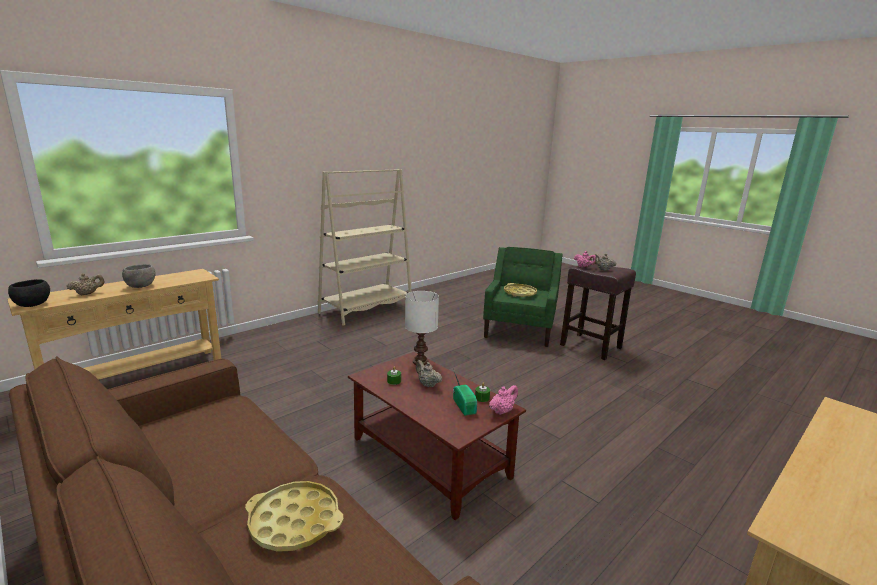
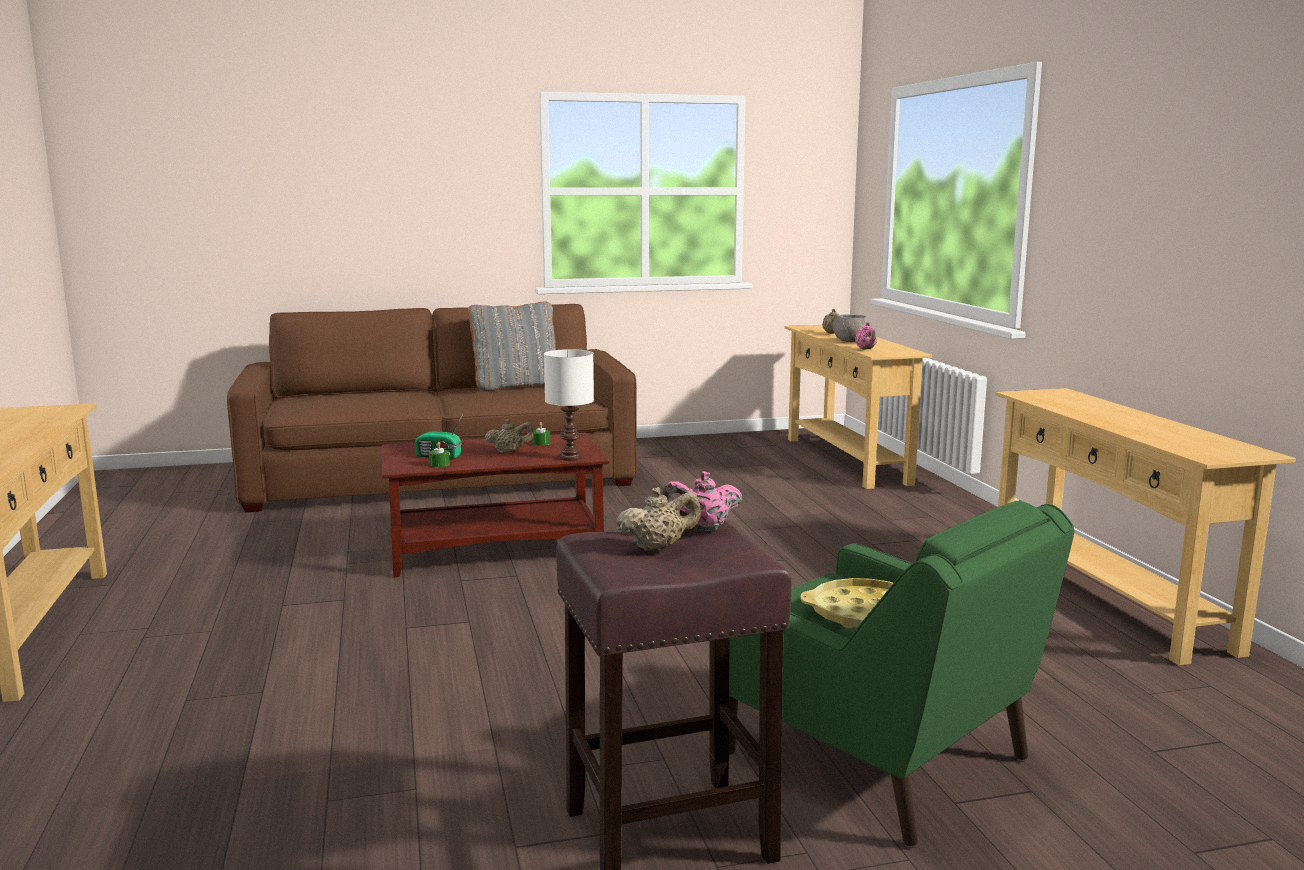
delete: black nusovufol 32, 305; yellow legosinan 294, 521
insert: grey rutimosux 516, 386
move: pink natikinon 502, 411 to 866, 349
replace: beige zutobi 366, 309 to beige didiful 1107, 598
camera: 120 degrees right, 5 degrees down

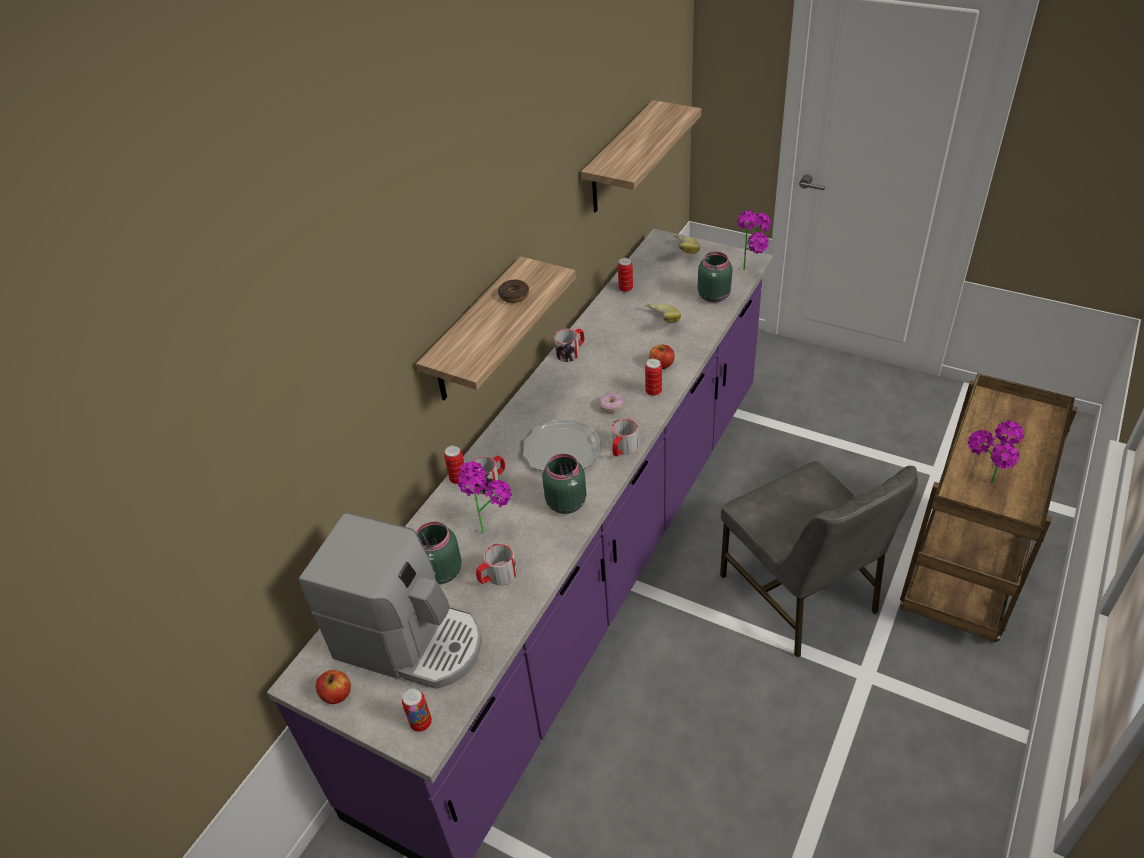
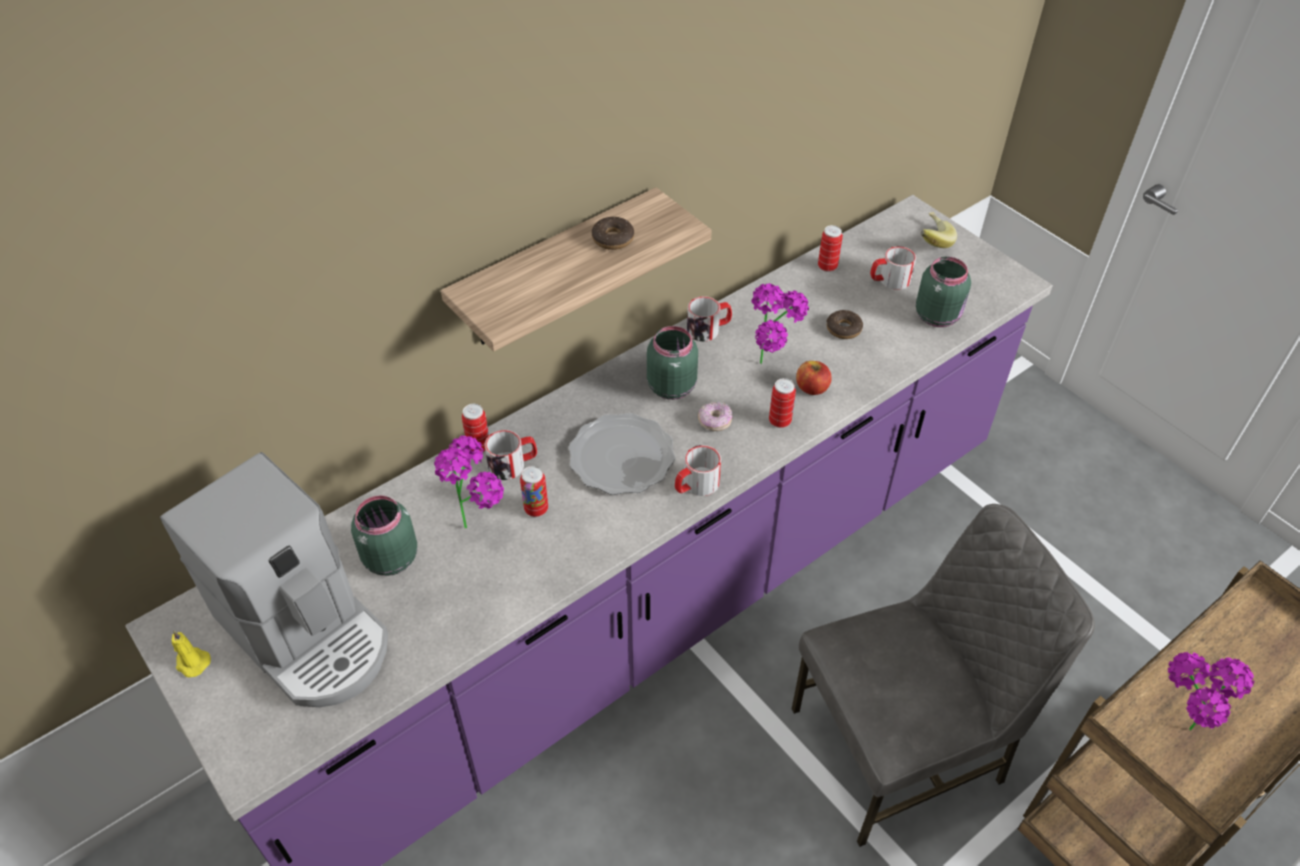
delete: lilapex 619, 159
move: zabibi 752, 270 to 772, 367; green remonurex 566, 502 to 672, 386; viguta 497, 576 to 889, 280; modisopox 421, 723 to 536, 509
replace: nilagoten 659, 323 to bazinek 843, 329; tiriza 336, 694 to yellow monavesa 192, 662
rotate: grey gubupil 800, 594 = 901, 747 105 degrees counterclockwise
camera: 20 degrees right, 5 degrees up

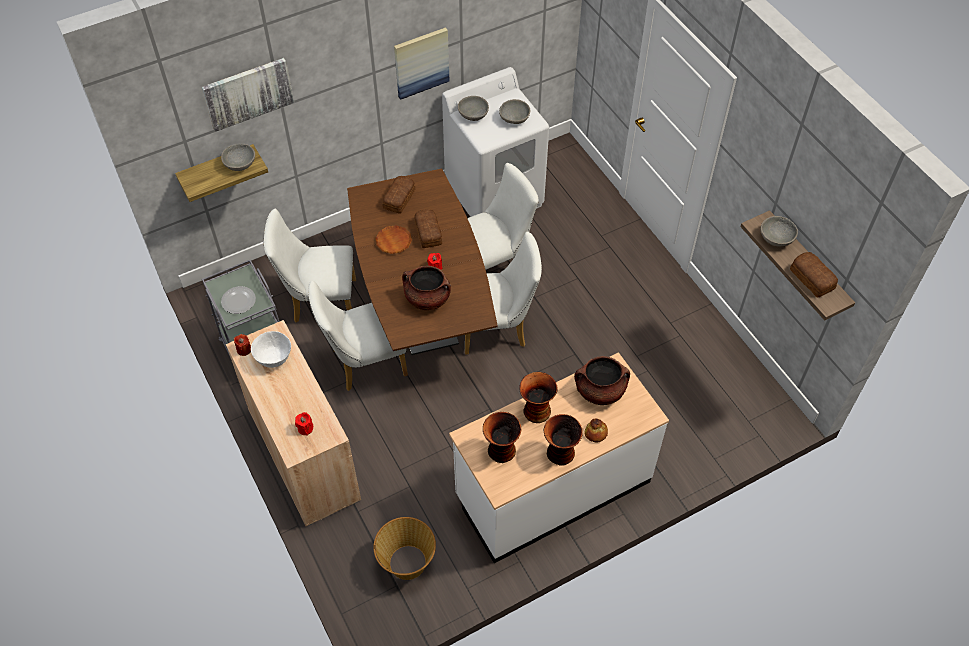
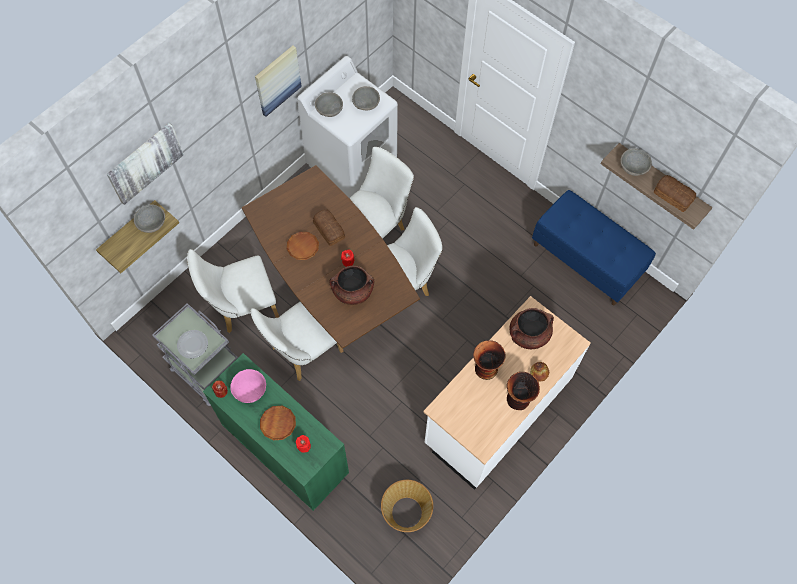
delete: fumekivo 400, 198; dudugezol 501, 451
insert: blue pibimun 587, 260; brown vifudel 278, 423
recolor: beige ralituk 304, 454 to green ralituk 285, 448; white nusovufol 274, 358 to pink nusovufol 251, 391
camera: 20 degrees left, 10 degrees up

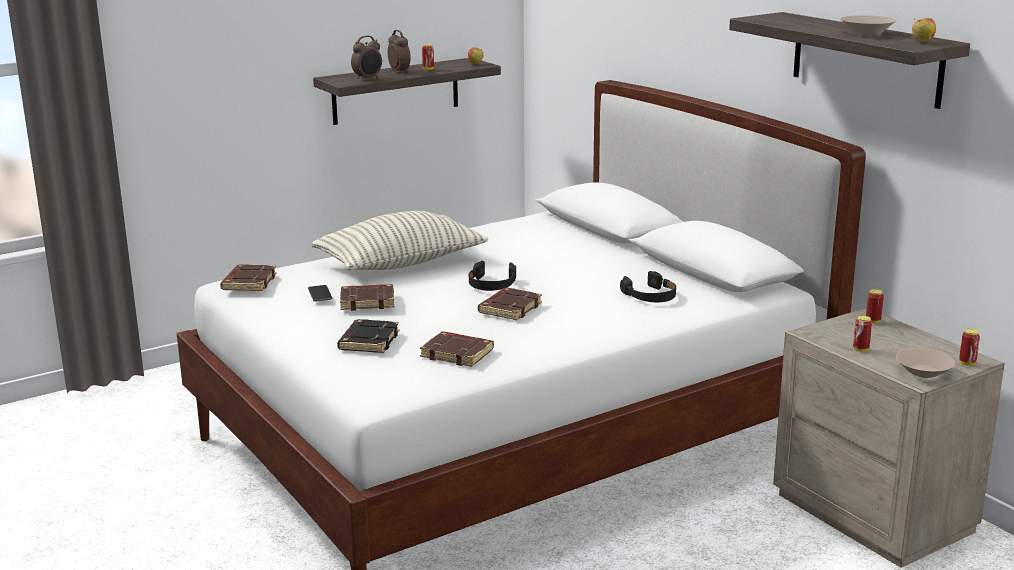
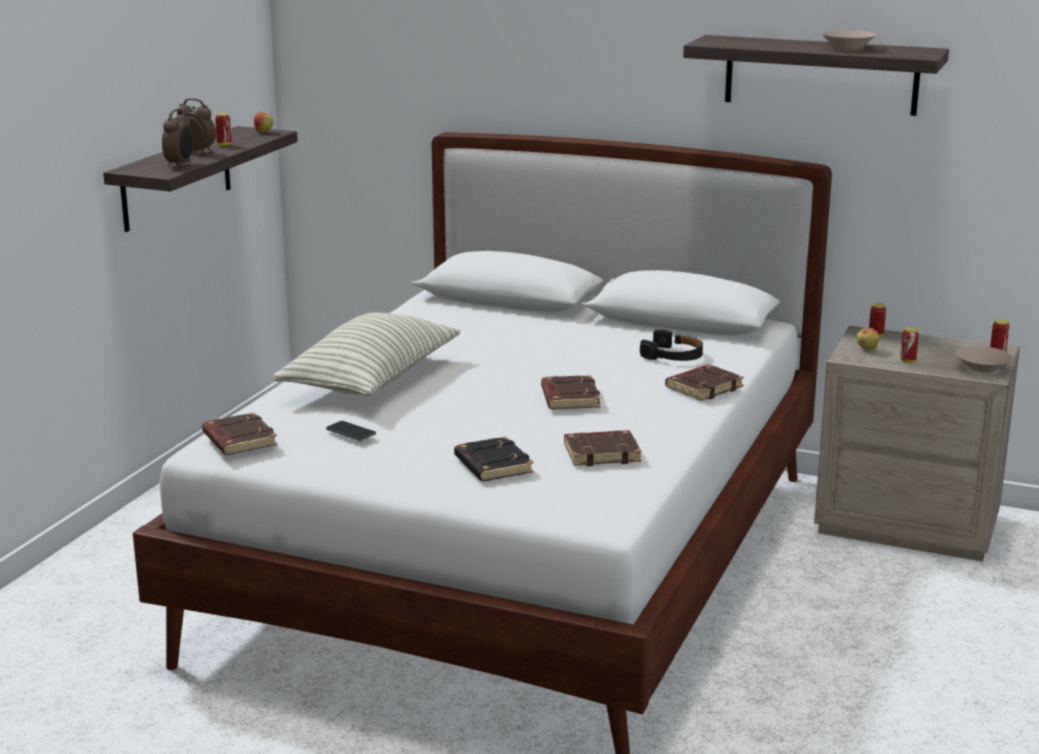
delete: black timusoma 491, 284
move: tiriza 922, 42 to 866, 350; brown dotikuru 368, 301 to 703, 388
camera: 35 degrees left, 0 degrees up

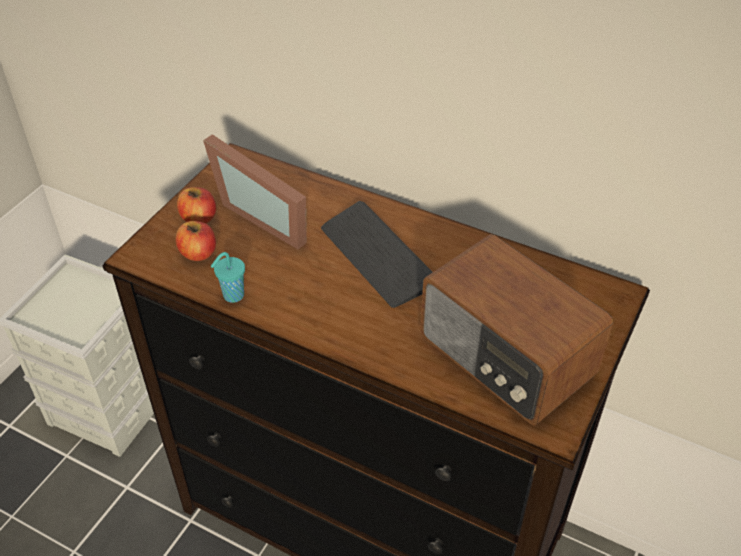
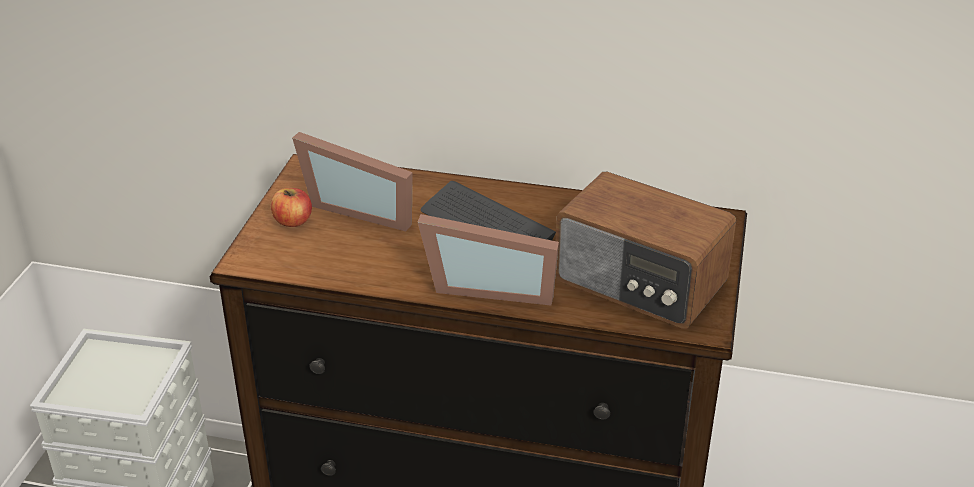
delete: tiriza 198, 253; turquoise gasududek 232, 296
insert: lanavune 490, 286
camera: 15 degrees left, 10 degrees down

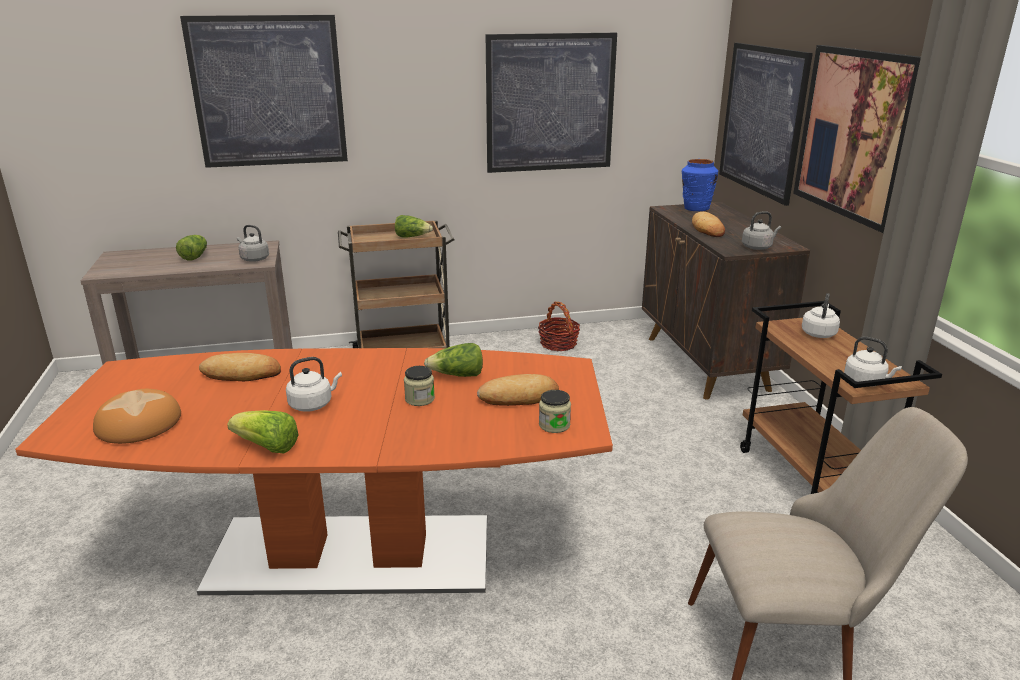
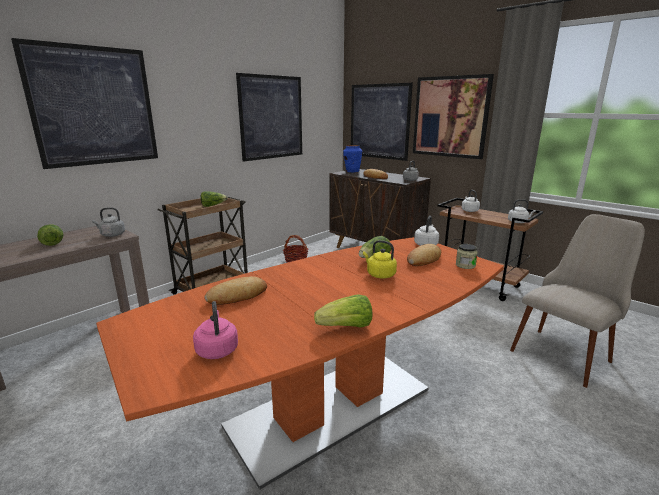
move: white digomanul 313, 404 to 426, 244
replace: remonurex 419, 399 to yellow digomanul 379, 274; fumekivo 139, 423 to pink digomanul 217, 349
camera: 35 degrees left, 5 degrees down

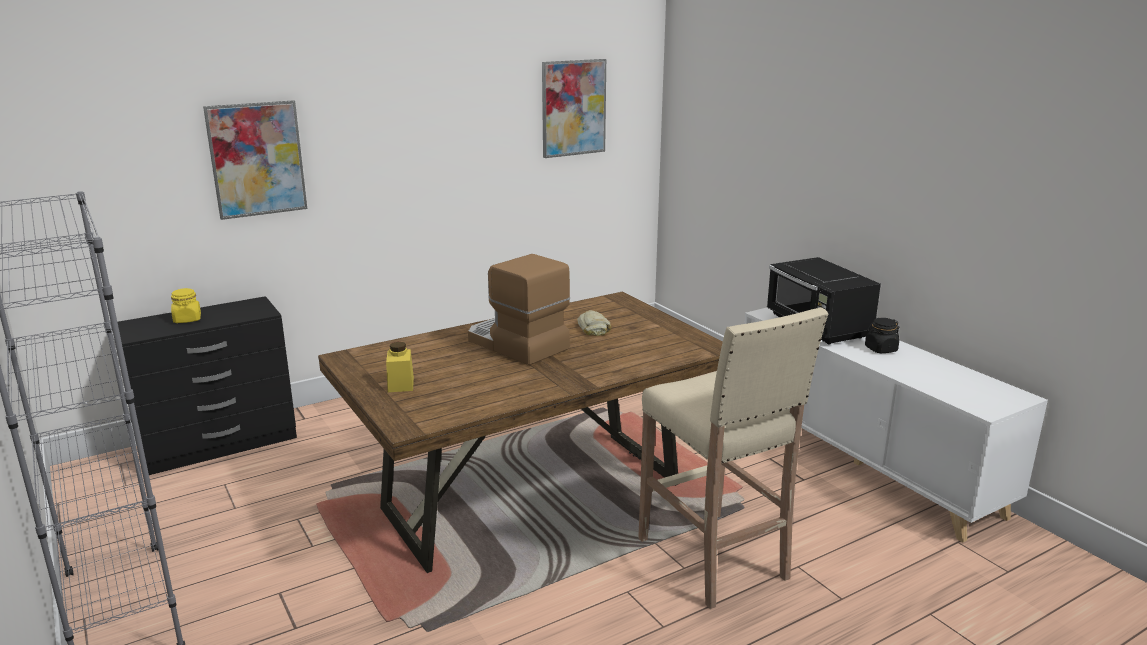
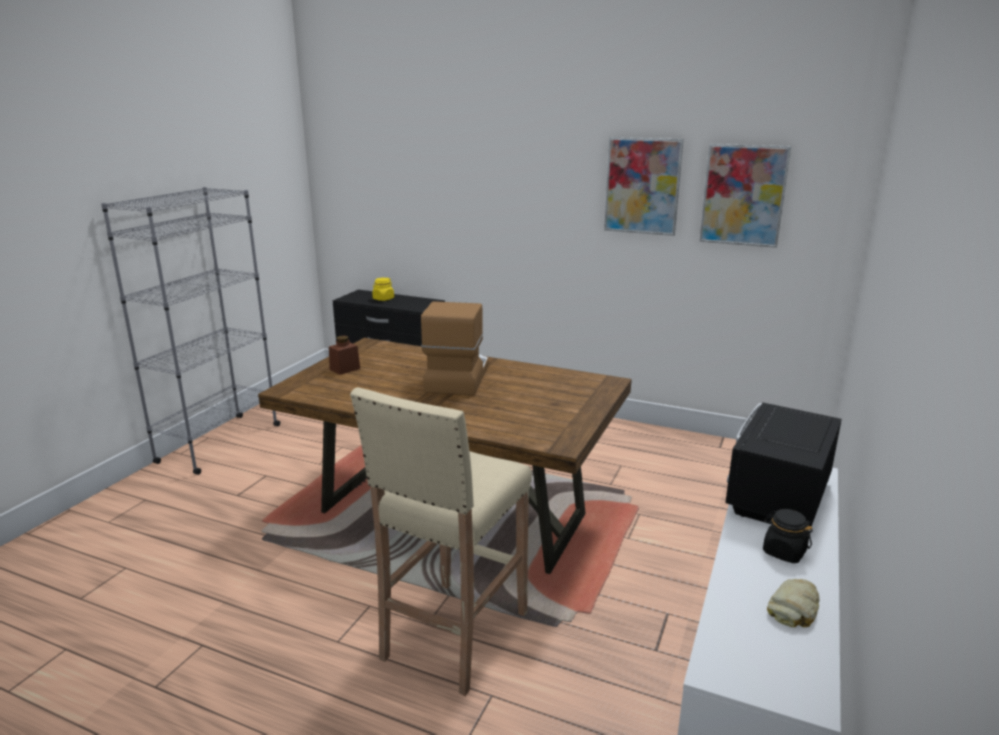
move: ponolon 257, 159 to 642, 186; fumekivo 593, 328 to 795, 608
recolor: yellow remonurex 400, 384 to brown remonurex 345, 369
camera: 55 degrees right, 0 degrees up

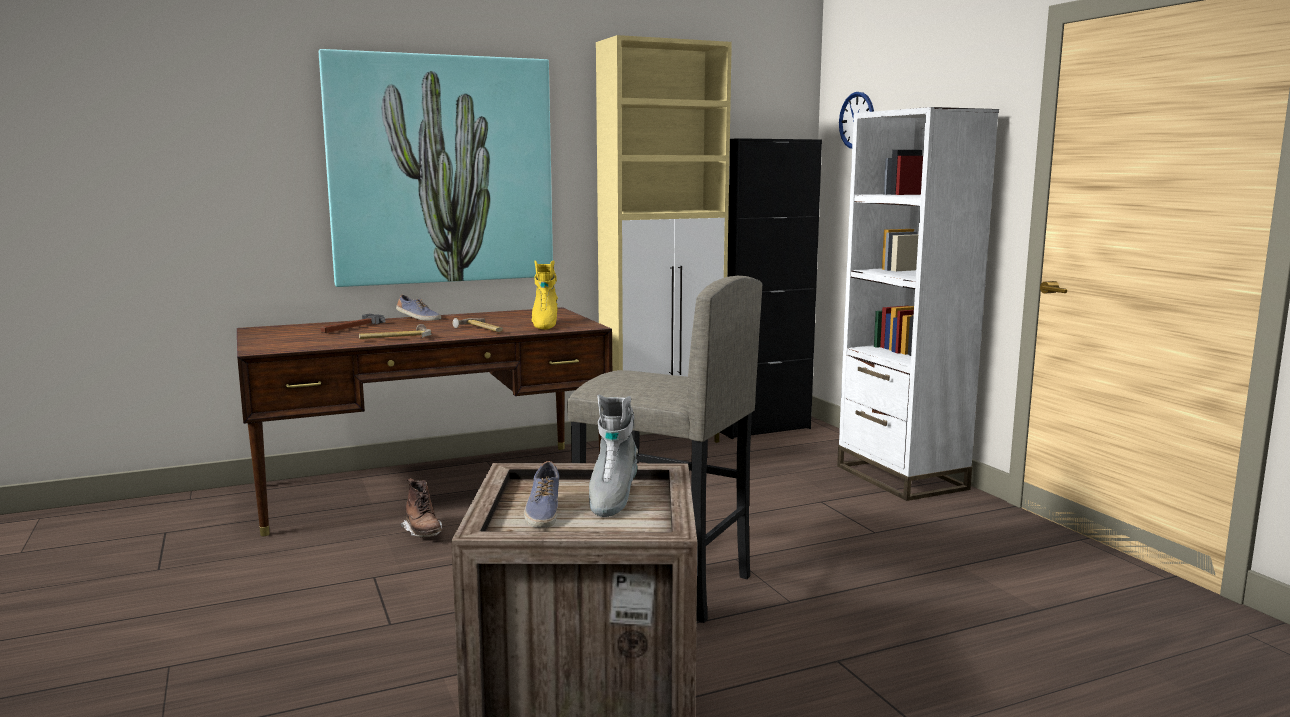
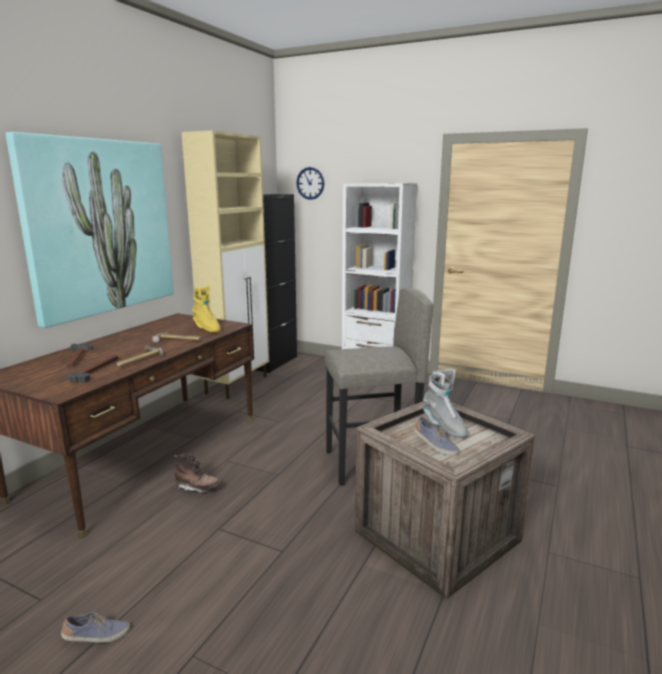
insert: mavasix 95, 370
move: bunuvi 418, 318 to 96, 636
camera: 40 degrees left, 5 degrees up

